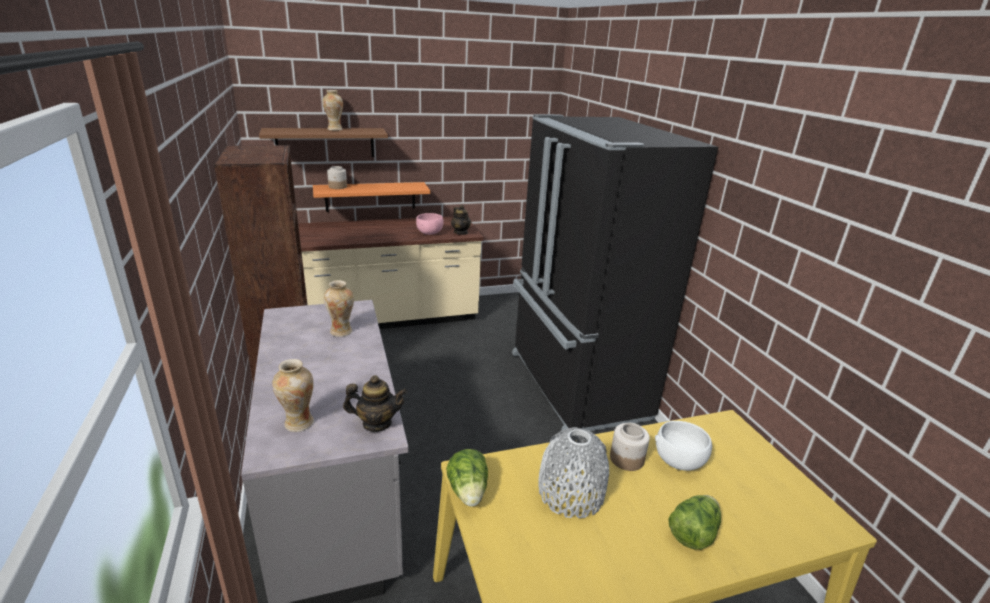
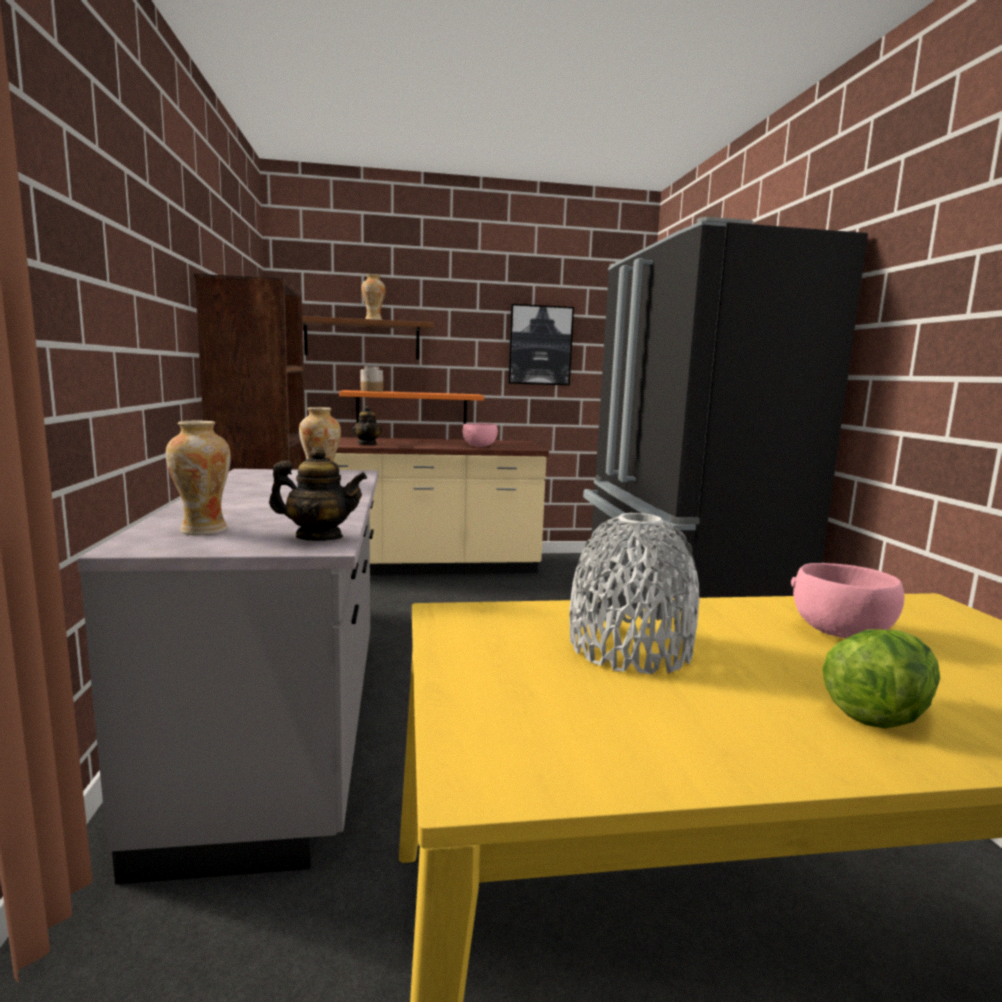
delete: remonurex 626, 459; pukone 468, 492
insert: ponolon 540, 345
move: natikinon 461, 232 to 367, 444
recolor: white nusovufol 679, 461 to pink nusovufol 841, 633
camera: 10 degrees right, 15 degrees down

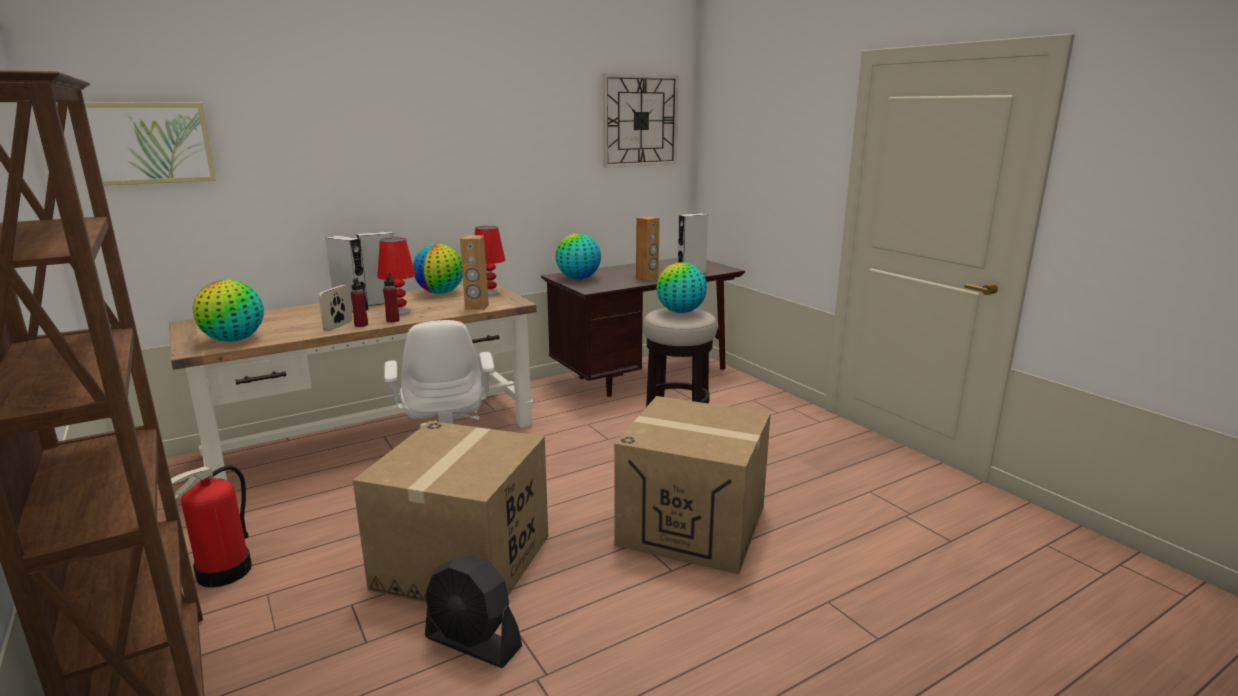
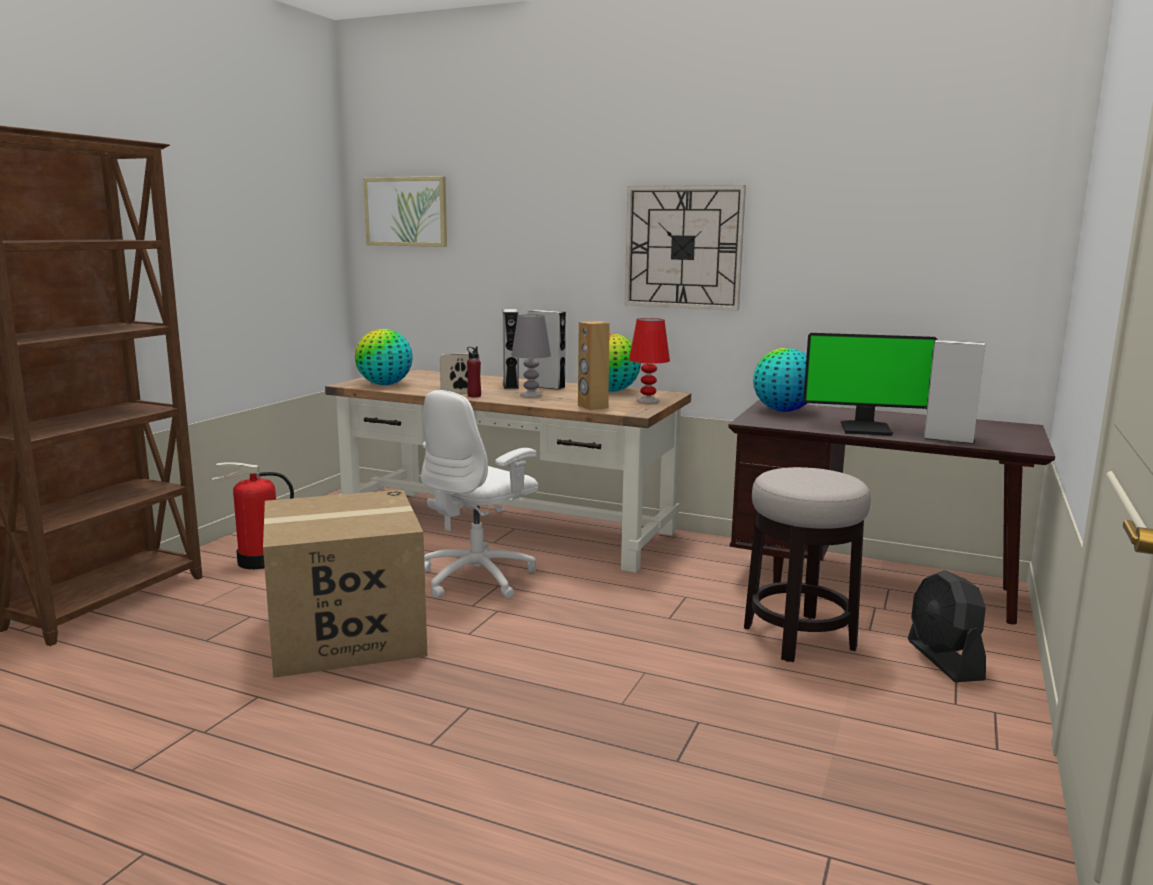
delete: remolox 680, 312; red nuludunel 393, 320; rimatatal 693, 525
move: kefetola 640, 121 to 683, 247; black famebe 473, 643 to 944, 660
replace: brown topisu 647, 278 to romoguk 866, 429
recolor: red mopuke 400, 311 to grey mopuke 531, 395
camera: 55 degrees right, 5 degrees down

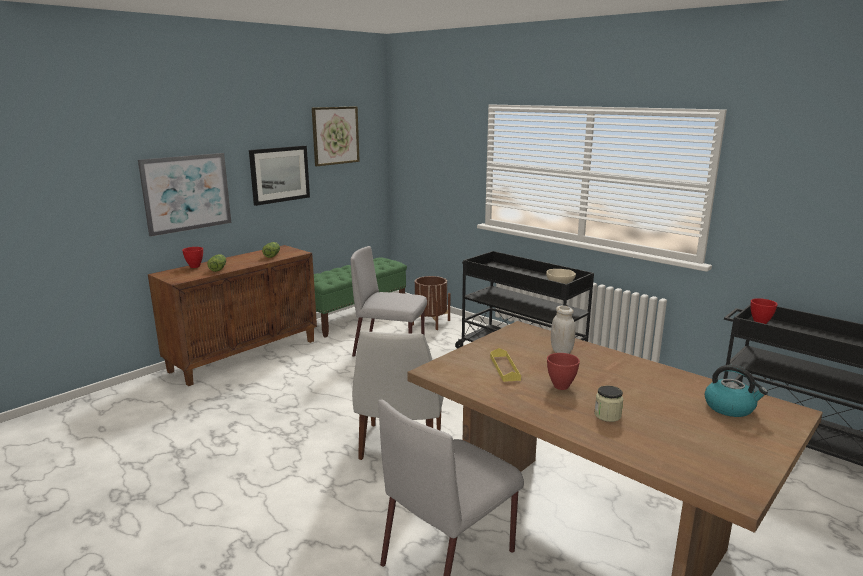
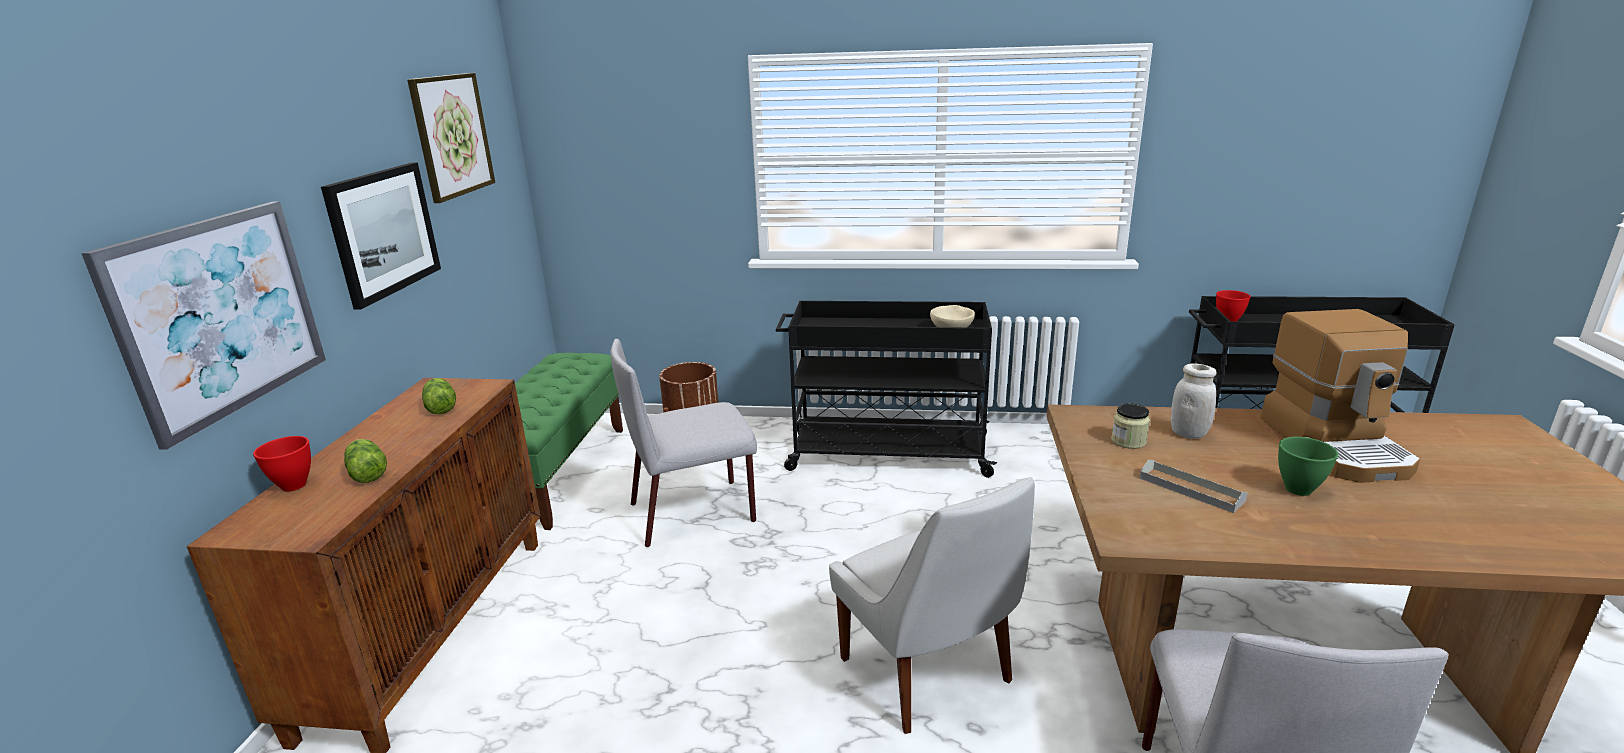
delete: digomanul 730, 407
insert: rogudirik 1336, 445
move: remonurex 607, 415 to 1128, 441
recolor: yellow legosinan 504, 368 to grey legosinan 1191, 489; red nusovufol 560, 386 to green nusovufol 1296, 489
camera: 35 degrees left, 5 degrees up

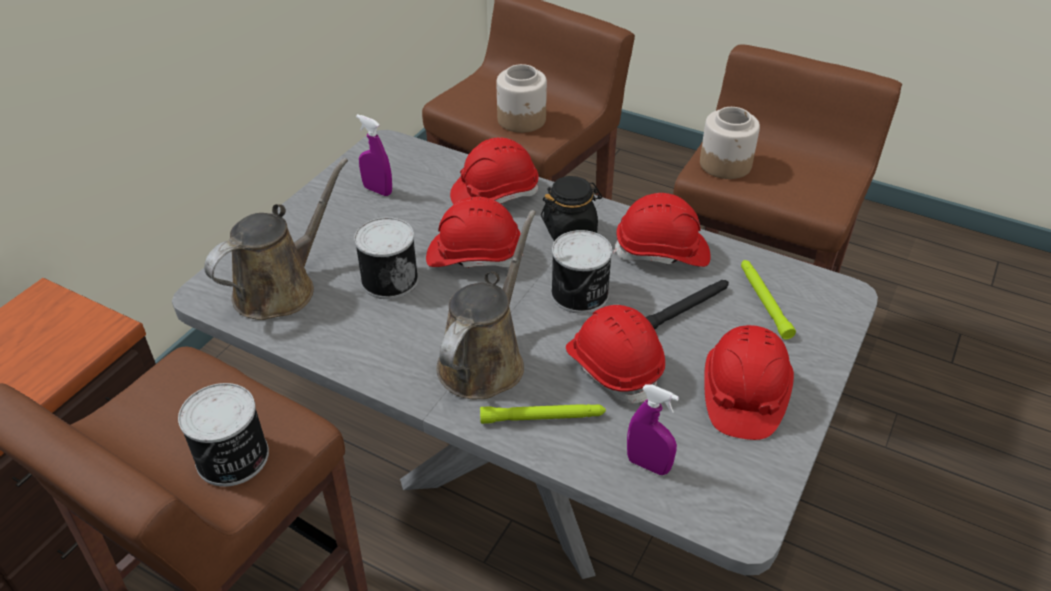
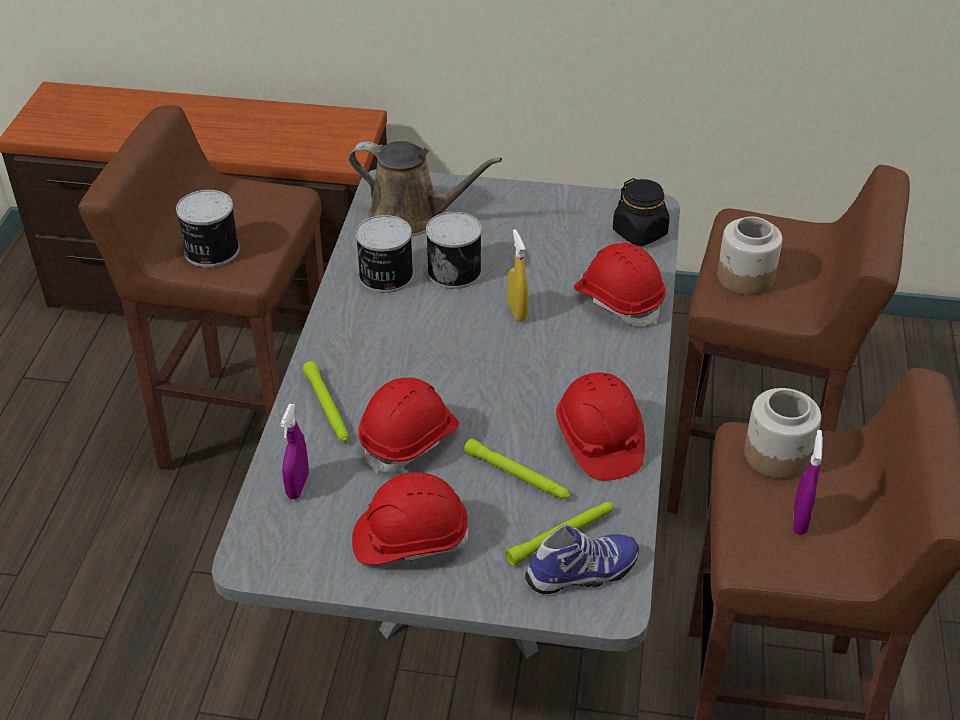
delete: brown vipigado 485, 360
insert: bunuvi 583, 573
move: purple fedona 377, 190 to 799, 520; black remonurex 570, 230 to 640, 233; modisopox 581, 294 to 385, 276
replace: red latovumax 474, 255 to yellow fedona 517, 311
recolor: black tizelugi 686, 309 to green tizelugi 517, 475
camera: 70 degrees right, 0 degrees up

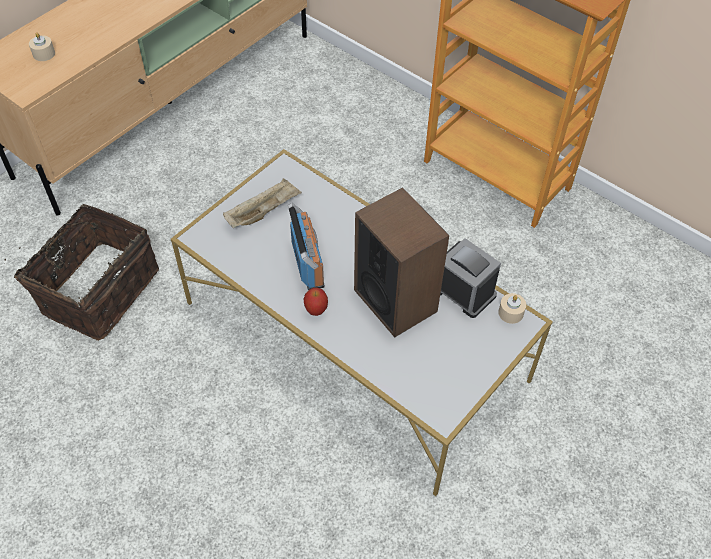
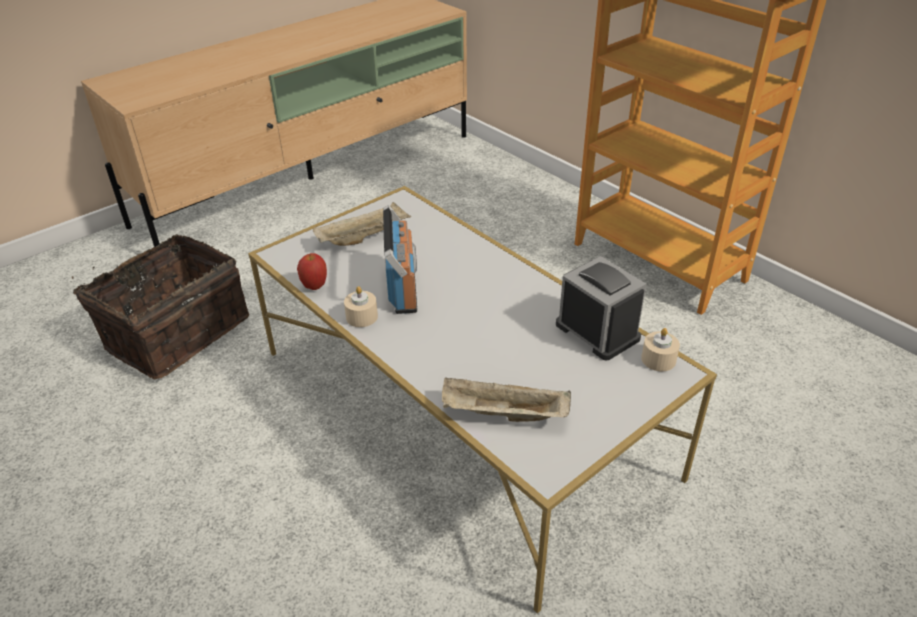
delete: topisu 395, 300
insert: beige legosinan 502, 415
move: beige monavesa 44, 54 to 361, 317; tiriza 316, 310 to 314, 286
camera: 10 degrees right, 15 degrees down

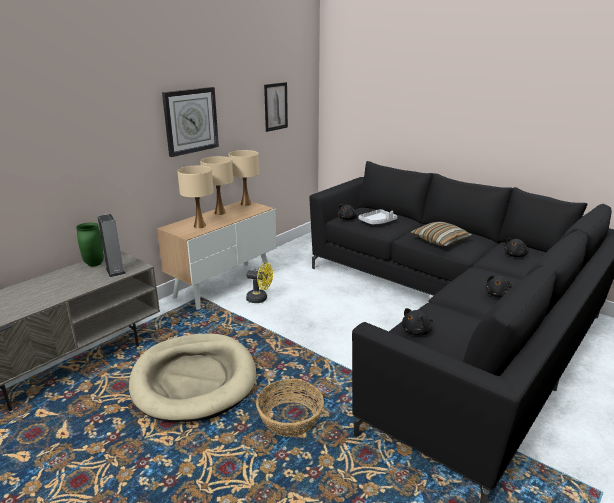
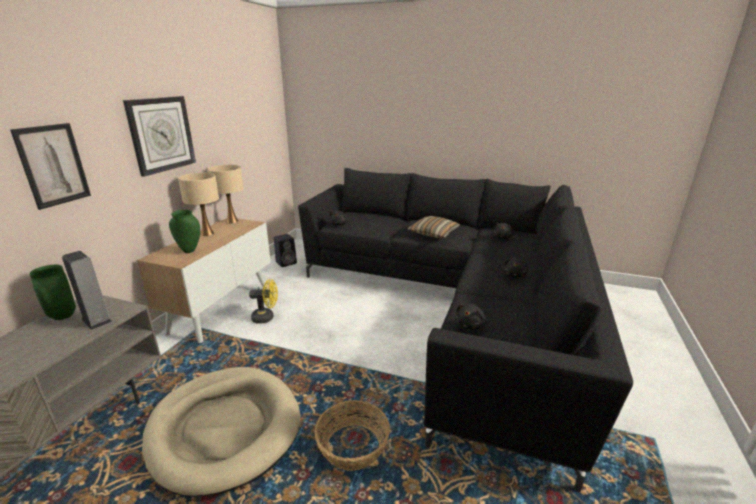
delete: grey legosinan 377, 222
insert: black topisu 286, 262
move: ponolon 275, 106 to 53, 165
replace: beige mopuke 200, 226 to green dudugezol 190, 250
camera: 20 degrees left, 0 degrees up

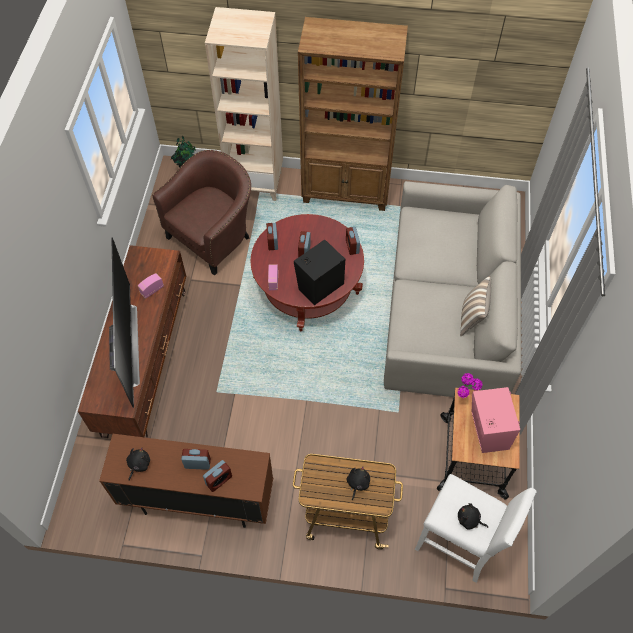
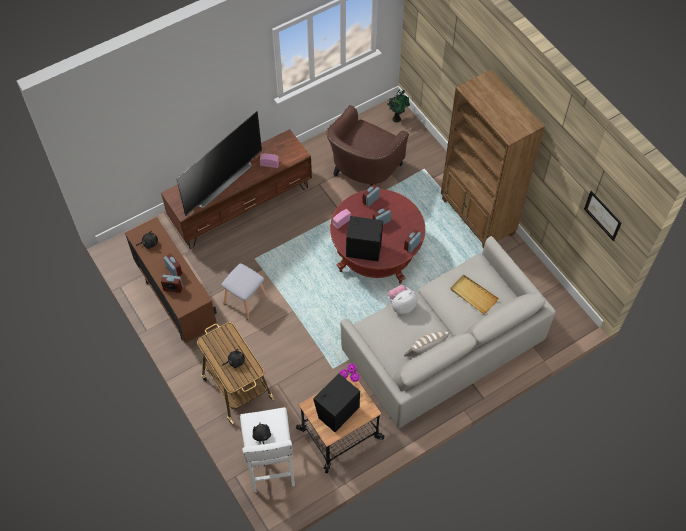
delete: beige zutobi 256, 183
insert: ponolon 602, 215; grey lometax 245, 299; beige legosinan 473, 295; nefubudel 401, 305
recolor: pink topisu 487, 431 to black topisu 336, 411
rotate: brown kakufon 214, 236 = 363, 171 120 degrees clockwise
camera: 50 degrees right, 0 degrees up

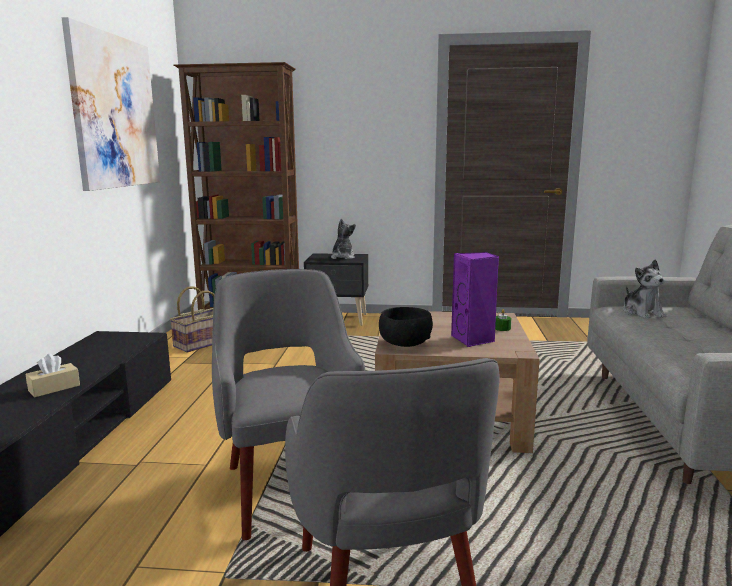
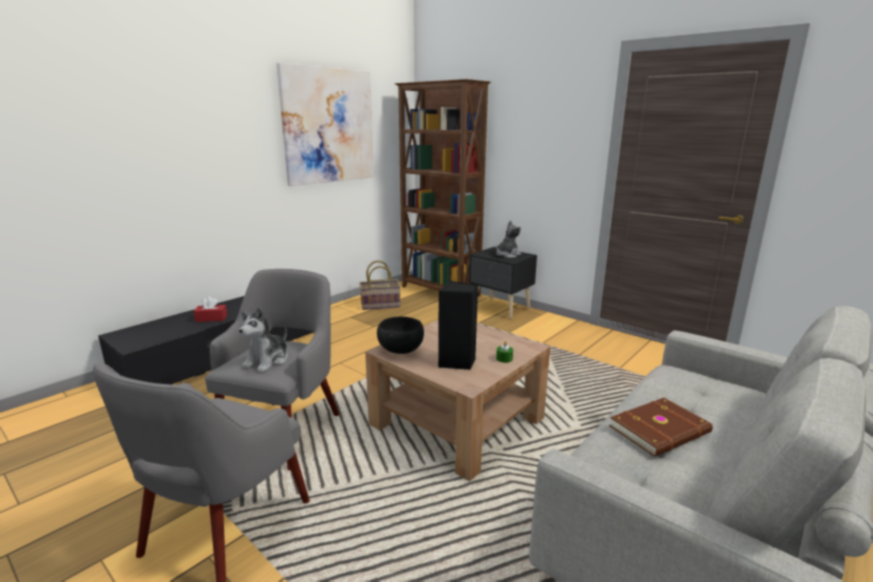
insert: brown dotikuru 661, 430
move: nefubudel 642, 313 to 267, 361
recolor: purple topisu 473, 340 to black topisu 457, 362; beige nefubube 54, 388 to red nefubube 211, 318
camera: 35 degrees right, 5 degrees up

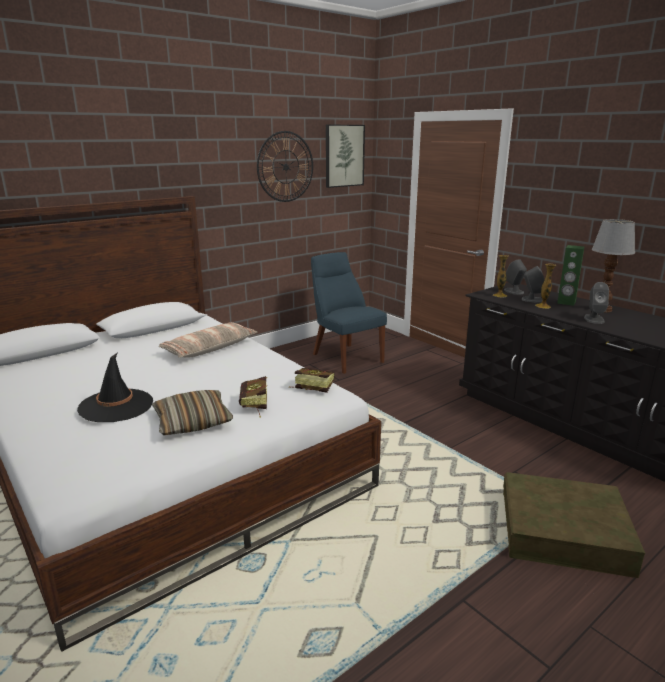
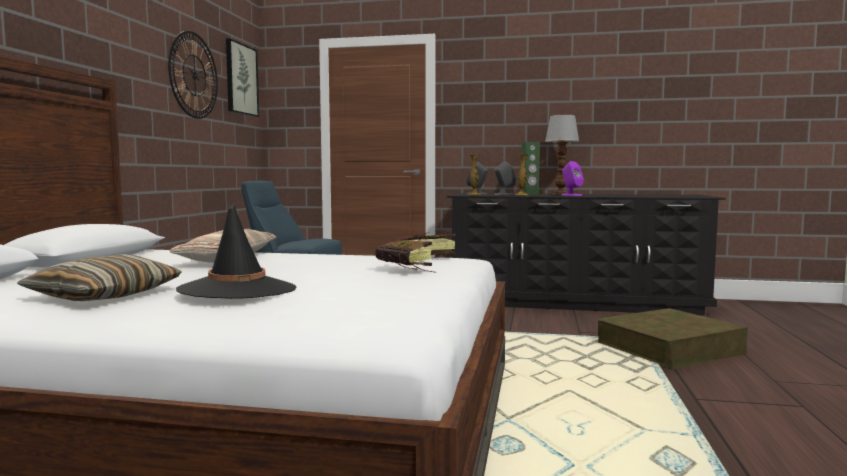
move: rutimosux 192, 421 to 104, 296
recolor: grey topisu 594, 319 to purple topisu 571, 195
camera: 40 degrees left, 15 degrees down

